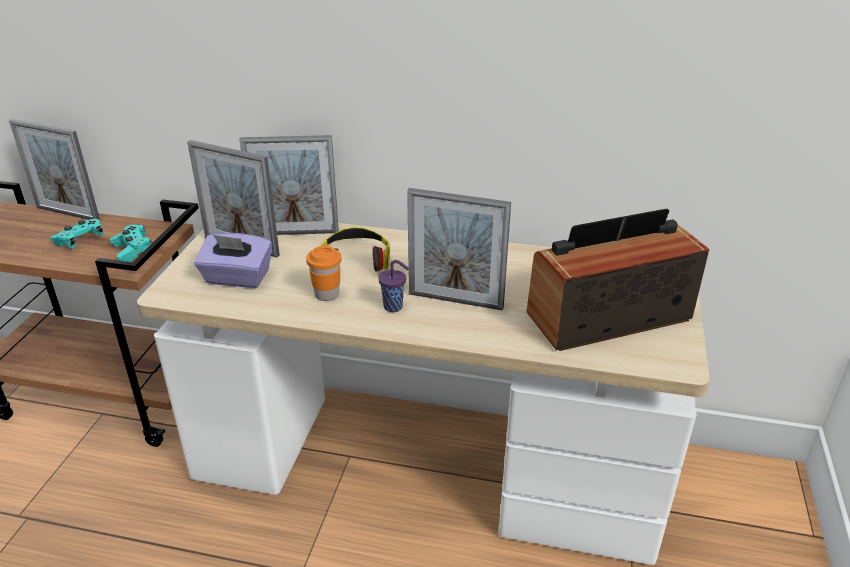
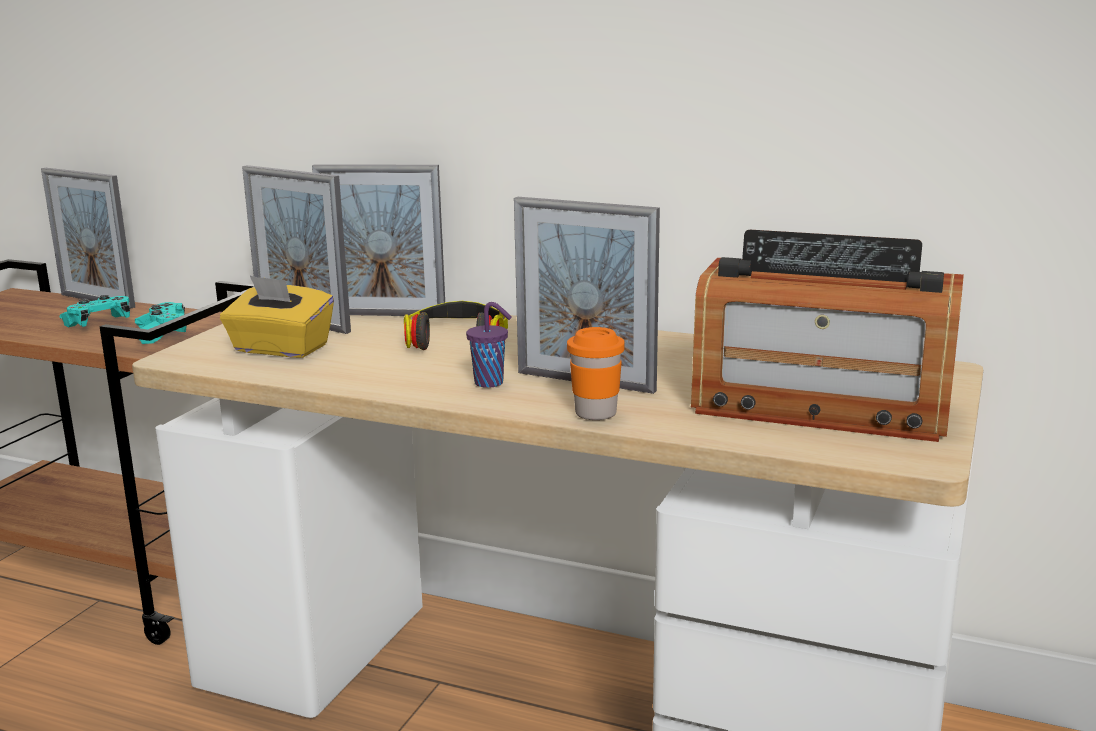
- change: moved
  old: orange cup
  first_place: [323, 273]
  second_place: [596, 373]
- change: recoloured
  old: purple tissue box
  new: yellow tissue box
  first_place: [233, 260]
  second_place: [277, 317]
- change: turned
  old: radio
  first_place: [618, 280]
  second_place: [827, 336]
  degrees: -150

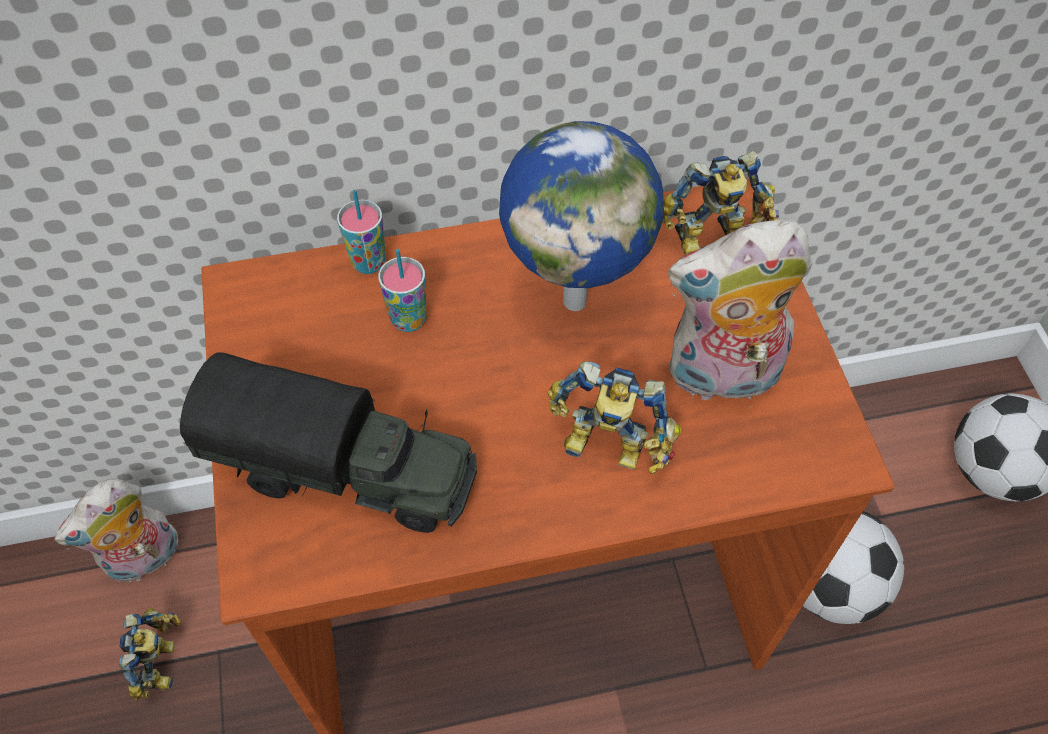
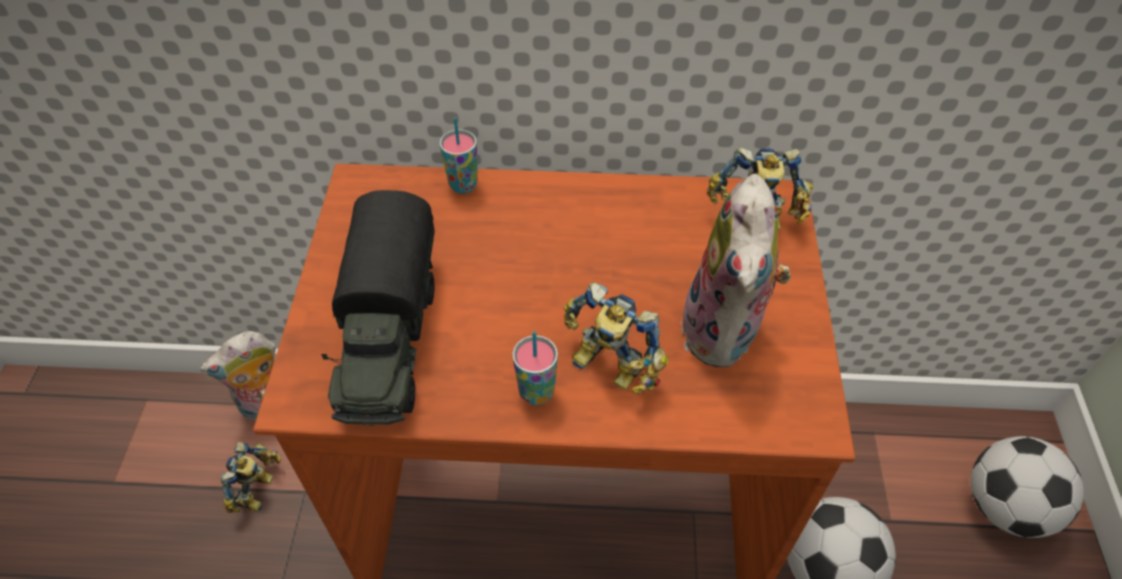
- change: removed
  old: globe
  first_place: [581, 216]
- change: moved
  old: cup
  first_place: [402, 290]
  second_place: [535, 368]
- change: turned
  old: toy truck
  first_place: [328, 442]
  second_place: [378, 308]
  degrees: 60
- change: turned
  old: plush toy
  first_place: [740, 313]
  second_place: [736, 270]
  degrees: -90

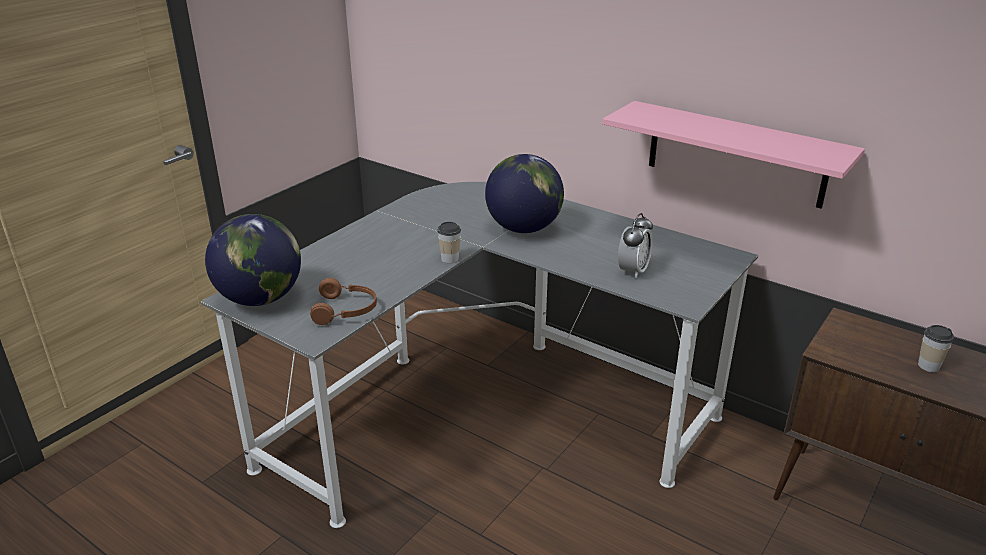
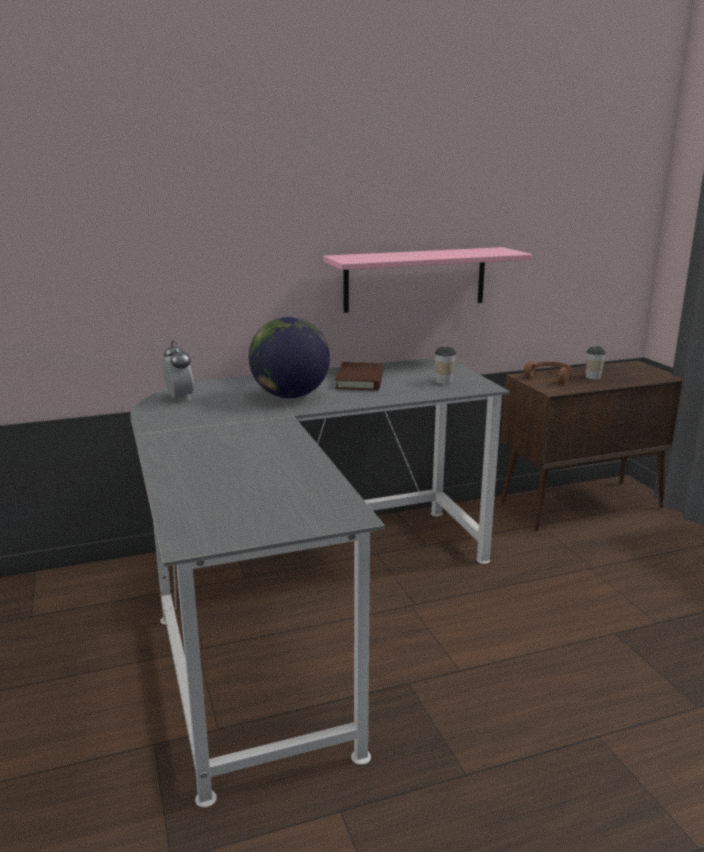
- change: removed
  old: globe
  first_place: [253, 260]
- change: added
  new: brown book
  second_place: [359, 376]
- change: moved
  old: brown headphones
  first_place: [343, 301]
  second_place: [547, 373]
- change: moved
  old: cup
  first_place: [449, 242]
  second_place: [445, 365]
- change: moved
  old: alarm clock
  first_place: [635, 246]
  second_place: [178, 370]

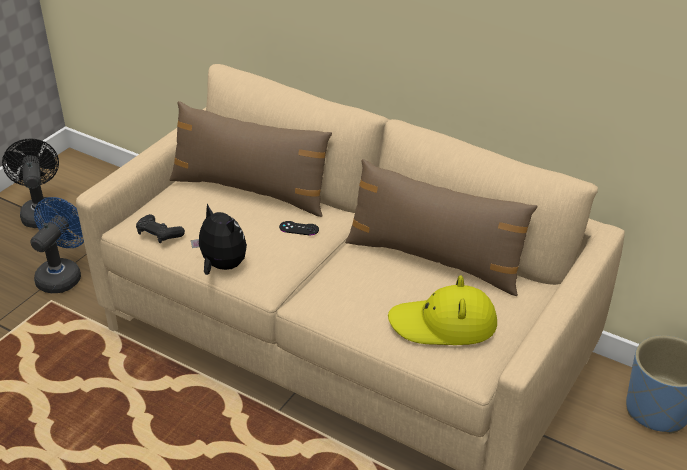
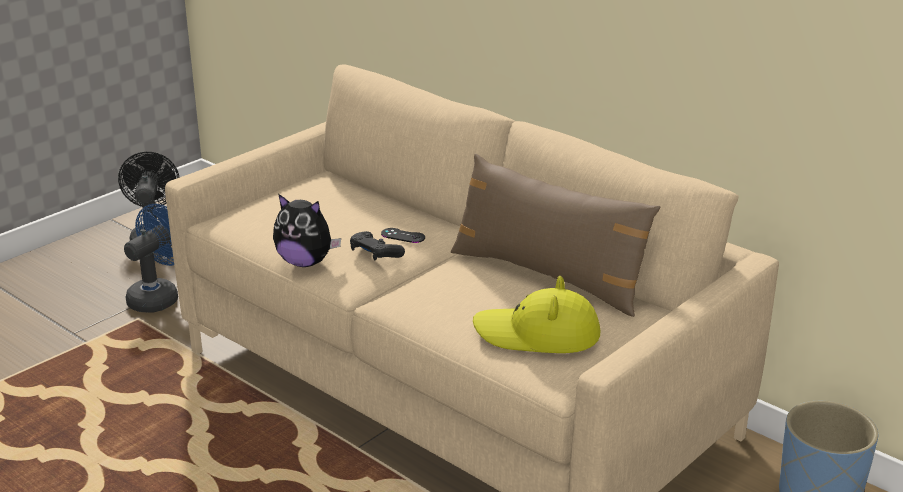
- change: removed
  old: brown pillow
  first_place: [251, 159]
- change: moved
  old: black game controller
  first_place: [160, 228]
  second_place: [377, 246]
- change: turned
  old: plush toy
  first_place: [218, 239]
  second_place: [307, 230]
  degrees: 150

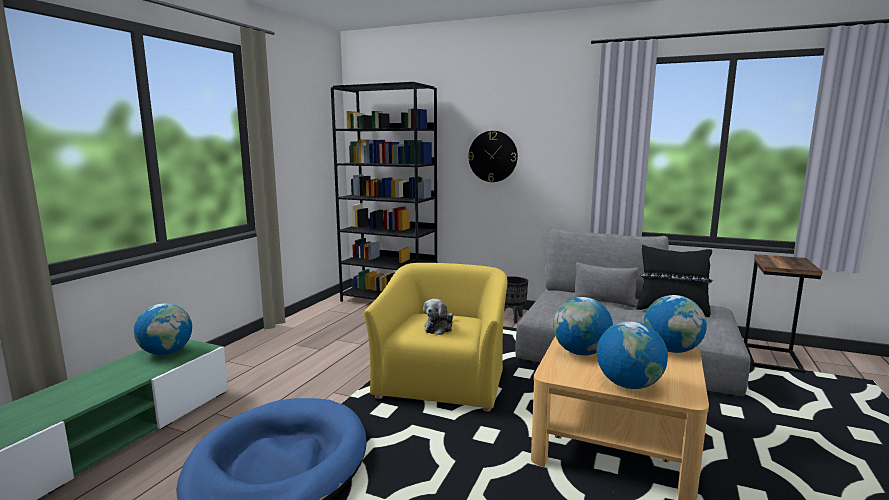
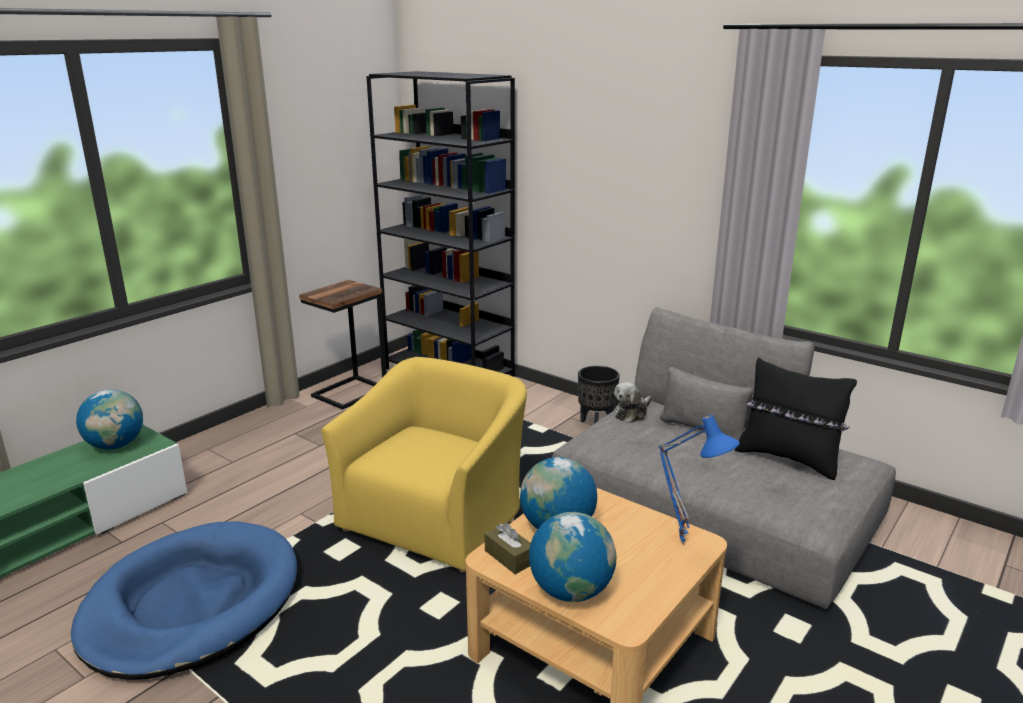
- change: removed
  old: wall clock
  first_place: [493, 156]
- change: added
  new: brown tissue box
  second_place: [508, 548]
- change: moved
  old: plush toy
  first_place: [438, 317]
  second_place: [632, 402]
- change: moved
  old: side table
  first_place: [783, 313]
  second_place: [343, 345]
- change: replaced
  old: globe
  new: blue table lamp
  first_place: [675, 324]
  second_place: [699, 480]

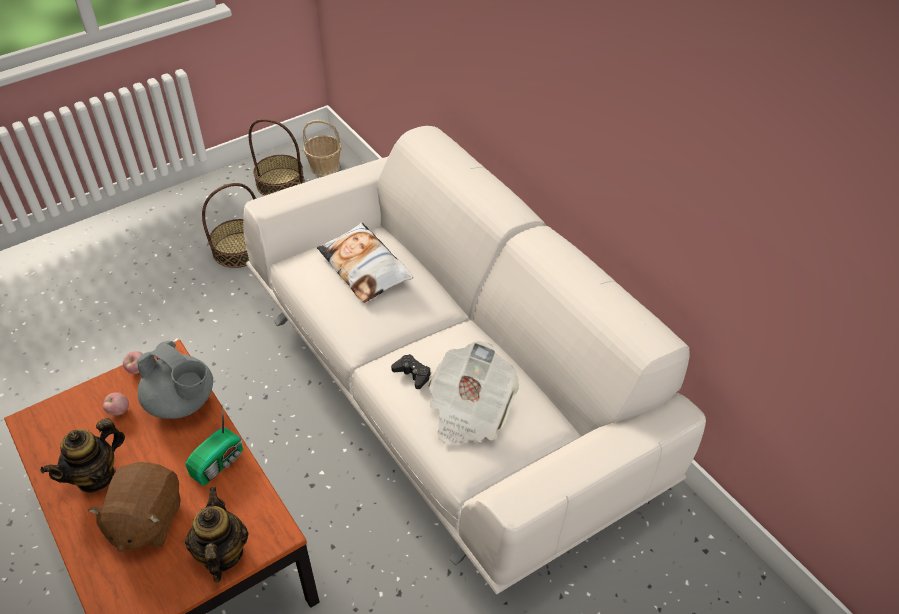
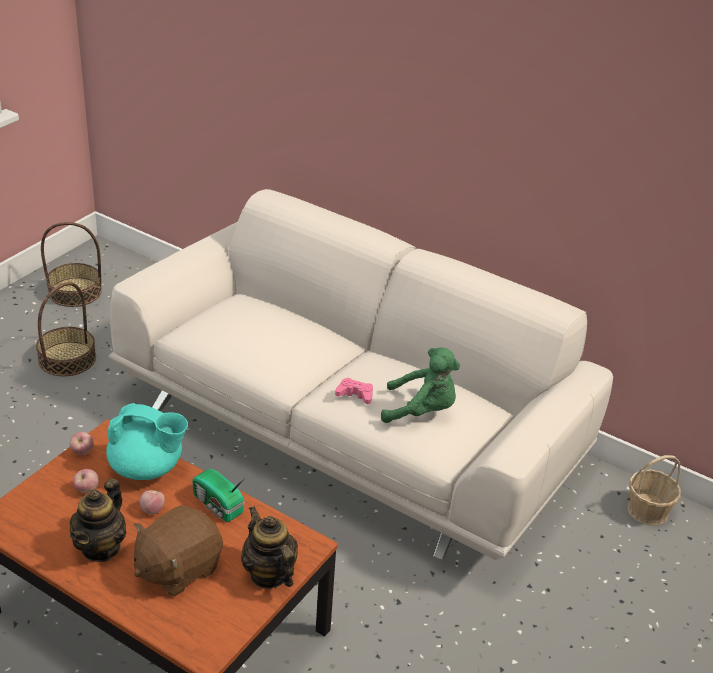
- change: removed
  old: pillow
  first_place: [365, 262]
- change: added
  new: apple
  second_place: [152, 502]
- change: moved
  old: basket
  first_place: [322, 148]
  second_place: [654, 490]
- change: replaced
  old: newspaper
  new: green plush toy
  first_place: [474, 392]
  second_place: [420, 385]
- change: recoloured
  old: grey teapot
  new: turquoise teapot
  first_place: [175, 380]
  second_place: [147, 441]
- change: recoloured
  old: black game controller
  new: pink game controller
  first_place: [411, 371]
  second_place: [354, 391]
- change: turned
  old: brown plush toy
  first_place: [134, 507]
  second_place: [178, 551]
  degrees: 60
- change: turned
  old: radio
  first_place: [214, 448]
  second_place: [219, 495]
  degrees: 120

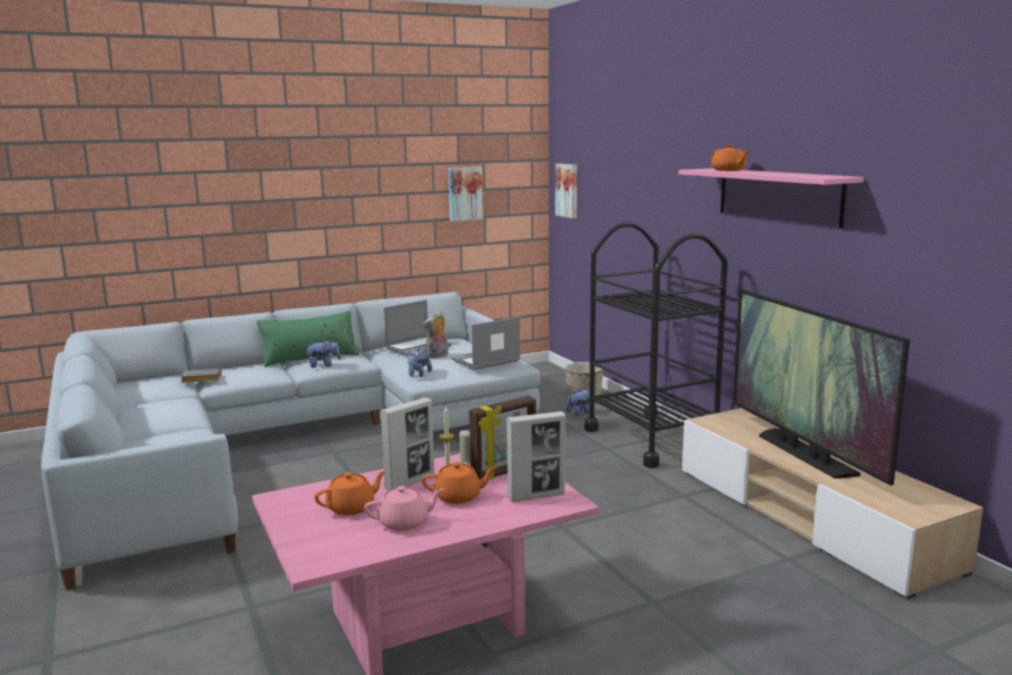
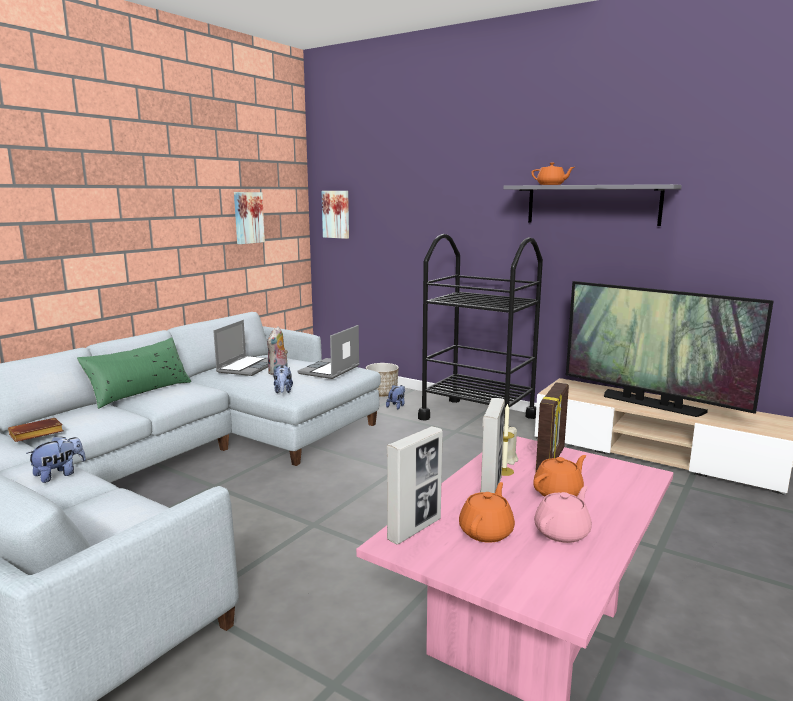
- change: moved
  old: plush toy
  first_place: [322, 353]
  second_place: [56, 459]
- change: moved
  old: picture frame
  first_place: [536, 456]
  second_place: [415, 485]
- change: recoloured
  old: grey book
  new: brown book
  first_place: [201, 376]
  second_place: [35, 430]
- change: recoloured
  old: pink shelf
  new: grey shelf
  first_place: [771, 198]
  second_place: [592, 205]

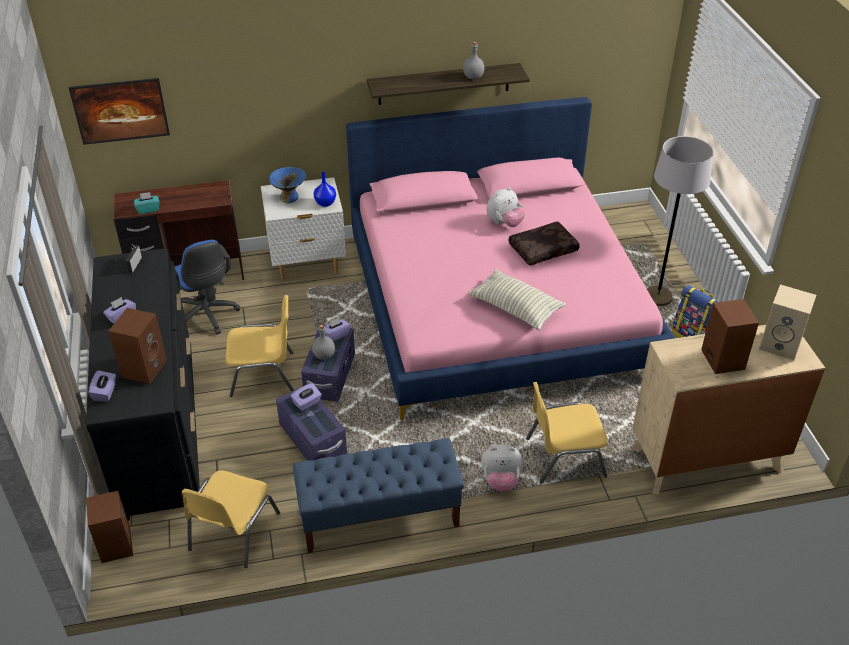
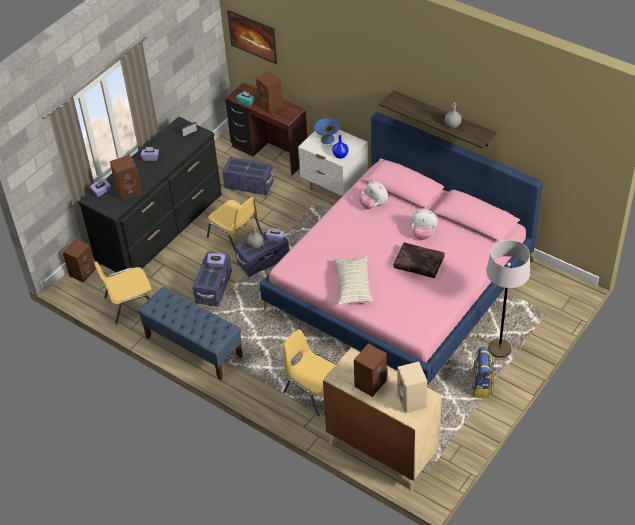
- change: added
  new: brown speaker
  second_place: [269, 92]
- change: moved
  old: plush toy
  first_place: [501, 467]
  second_place: [373, 194]
- change: replaced
  old: blue office chair
  new: purple storage box
  first_place: [207, 287]
  second_place: [248, 176]

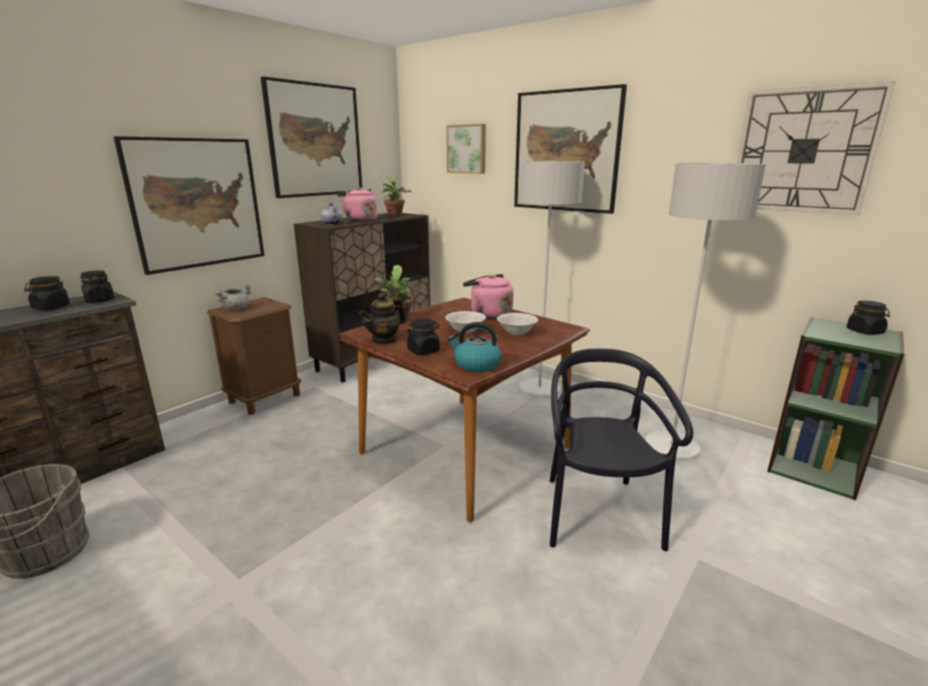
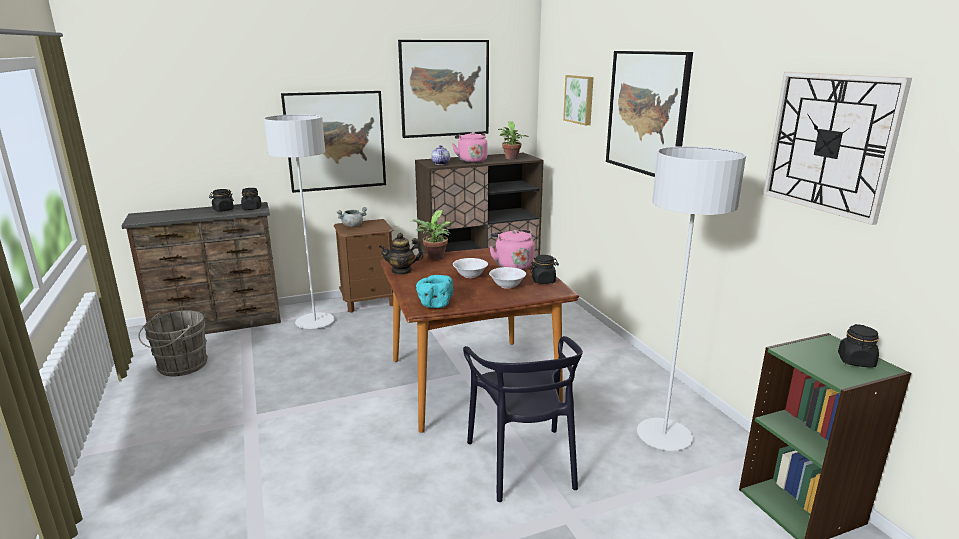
- change: moved
  old: black jar
  first_place: [423, 336]
  second_place: [544, 269]
- change: moved
  old: grey floor lamp
  first_place: [552, 278]
  second_place: [299, 221]
- change: replaced
  old: kettle
  new: turquoise bowl
  first_place: [474, 347]
  second_place: [434, 291]
- change: turned
  old: black chair
  first_place: [621, 450]
  second_place: [523, 419]
  degrees: 135

